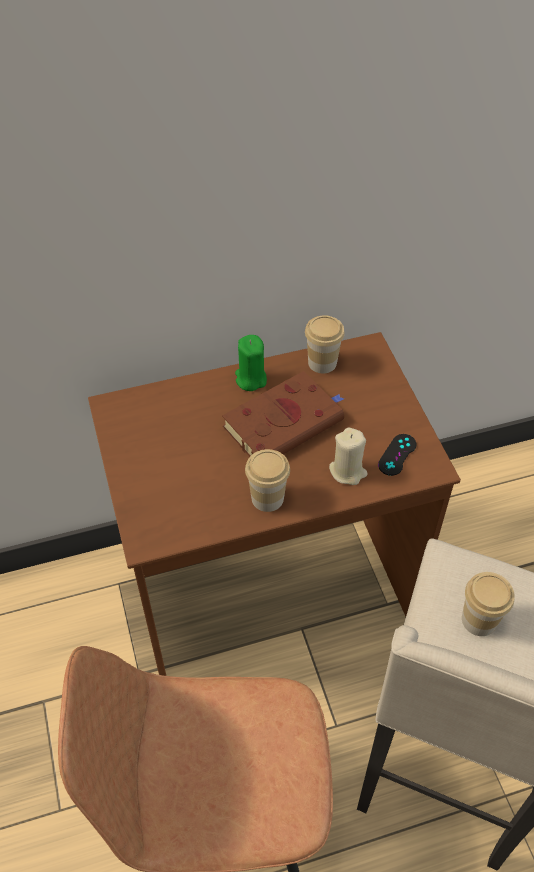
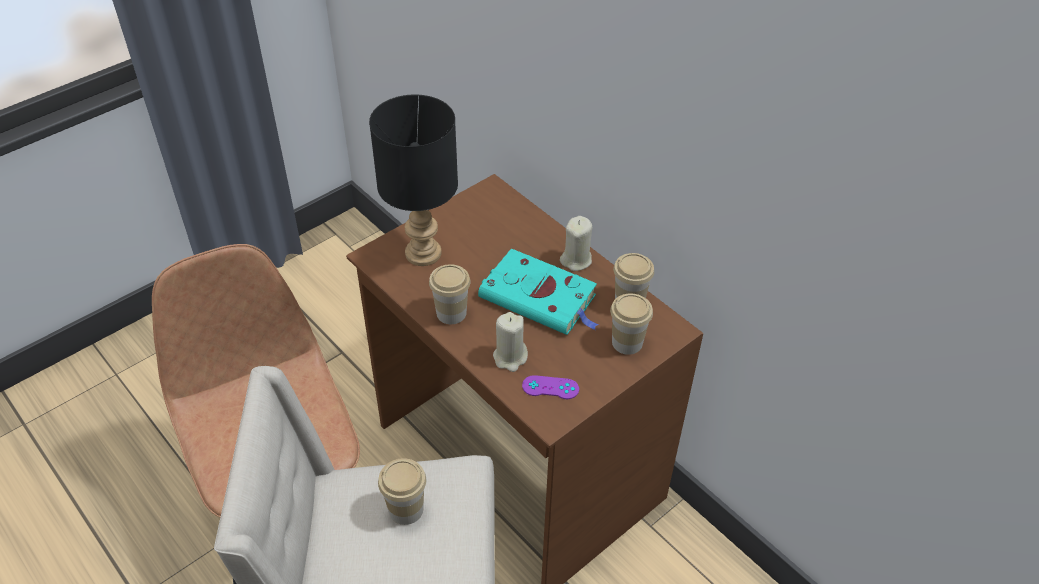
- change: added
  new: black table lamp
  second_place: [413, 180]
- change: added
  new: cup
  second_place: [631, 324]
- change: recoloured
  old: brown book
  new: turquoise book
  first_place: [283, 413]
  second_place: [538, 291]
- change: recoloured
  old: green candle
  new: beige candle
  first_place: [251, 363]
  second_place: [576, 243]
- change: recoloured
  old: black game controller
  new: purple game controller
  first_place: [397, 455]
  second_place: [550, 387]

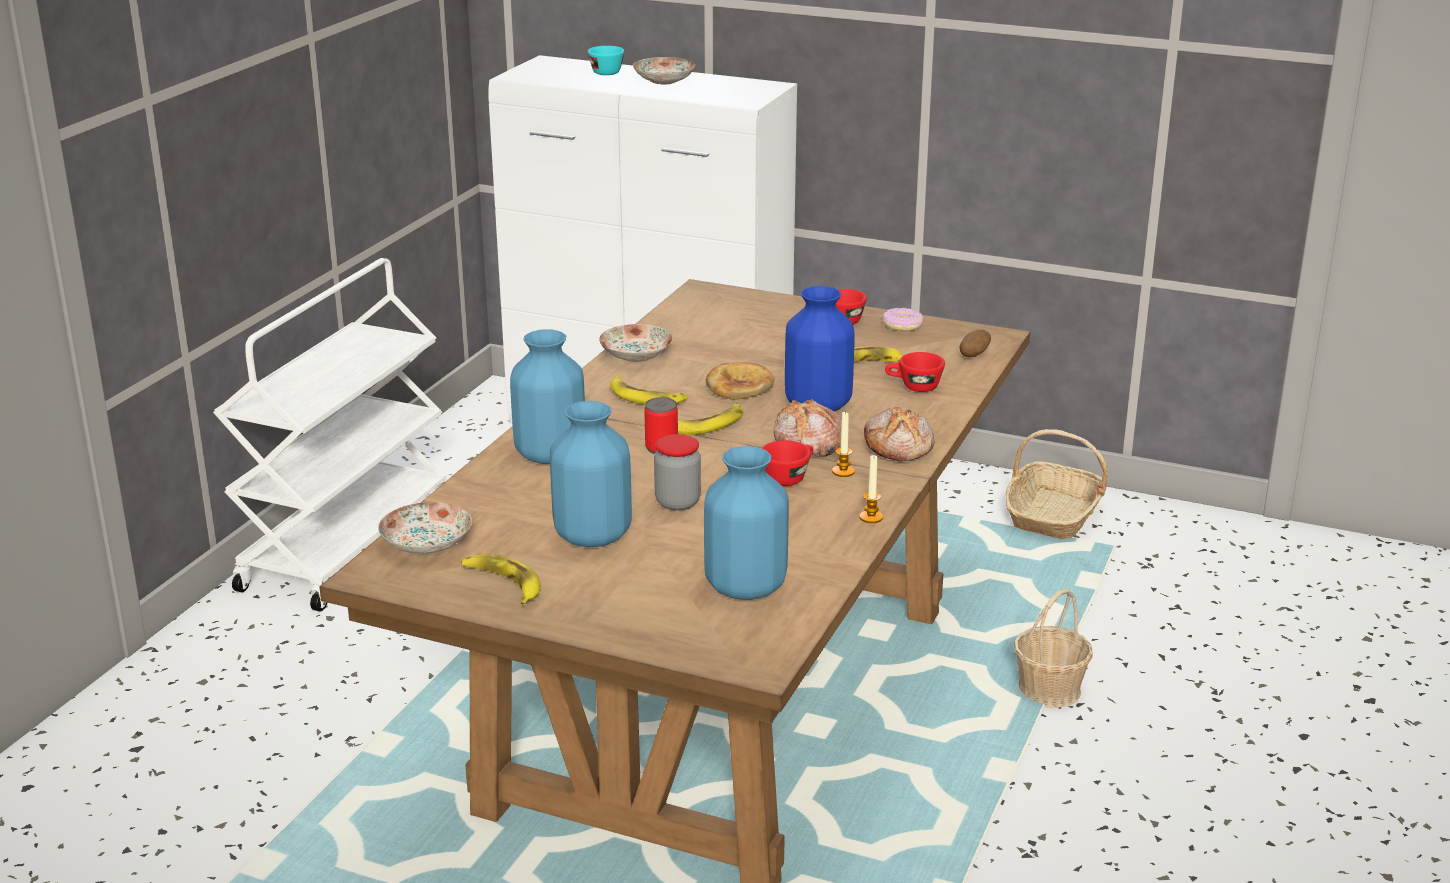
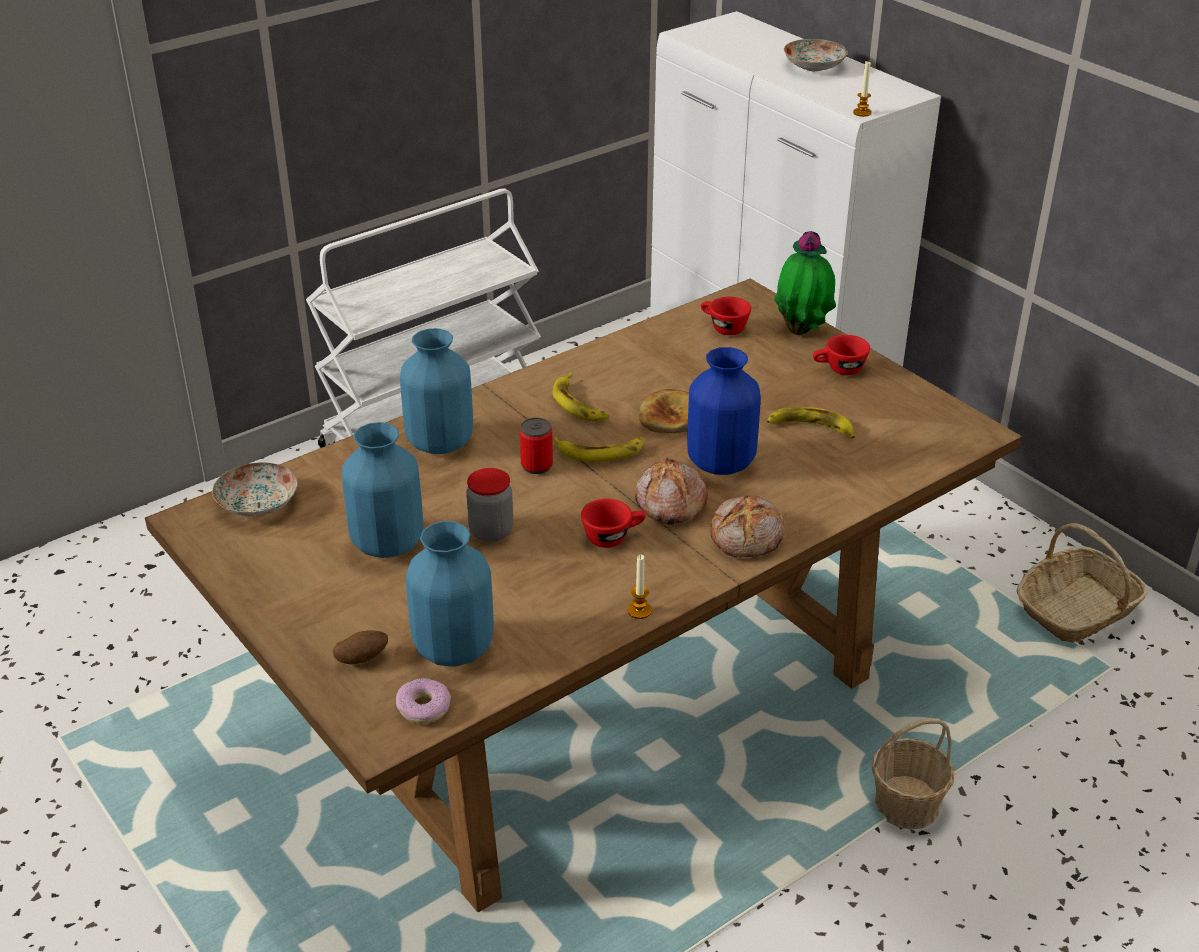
- change: removed
  old: banana
  first_place: [501, 579]
- change: removed
  old: turquoise cup
  first_place: [606, 60]
- change: removed
  old: plate
  first_place: [636, 343]
- change: added
  new: potted plant
  second_place: [805, 283]
- change: moved
  old: candle
  first_place: [843, 444]
  second_place: [862, 89]
- change: moved
  old: donut
  first_place: [903, 319]
  second_place: [423, 701]
- change: moved
  old: red cup
  first_place: [915, 372]
  second_place: [726, 316]
- change: moved
  old: potato
  first_place: [975, 343]
  second_place: [360, 647]

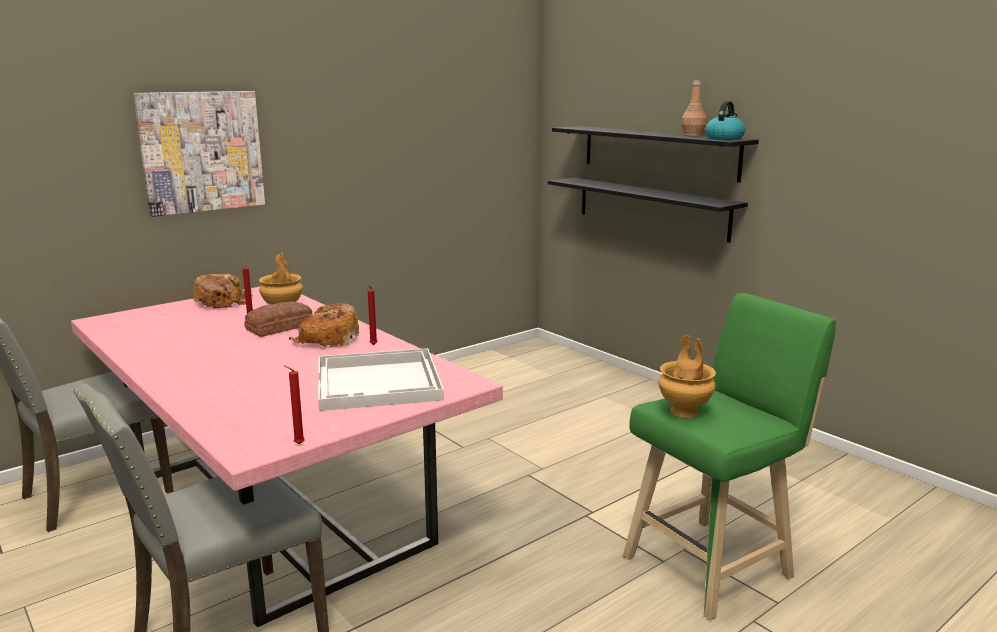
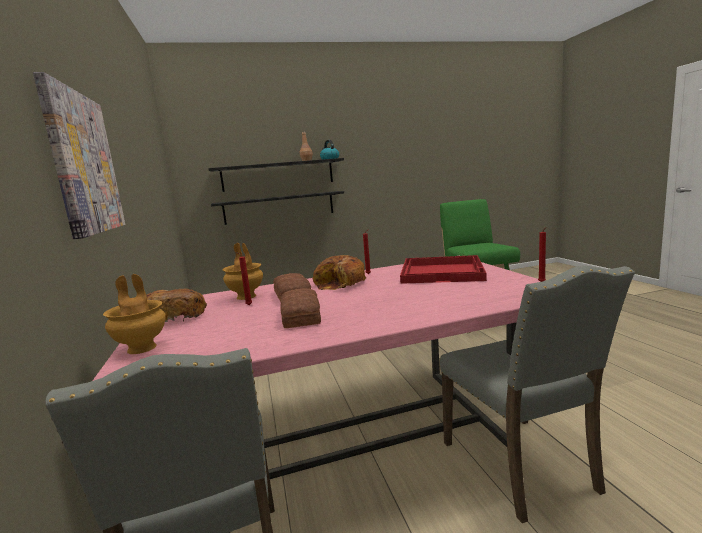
- change: added
  new: bread
  second_place: [300, 308]
- change: moved
  old: brown vase
  first_place: [687, 376]
  second_place: [134, 314]
- change: recoloured
  old: white tray
  new: red tray
  first_place: [381, 379]
  second_place: [443, 269]

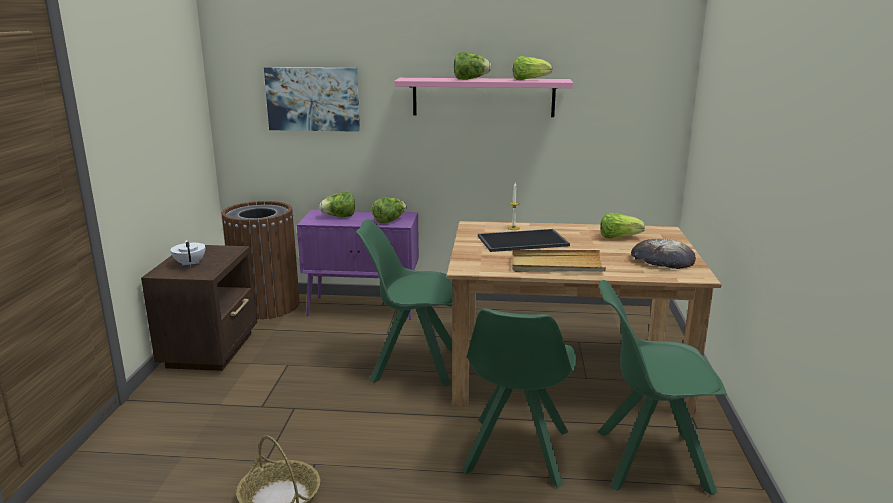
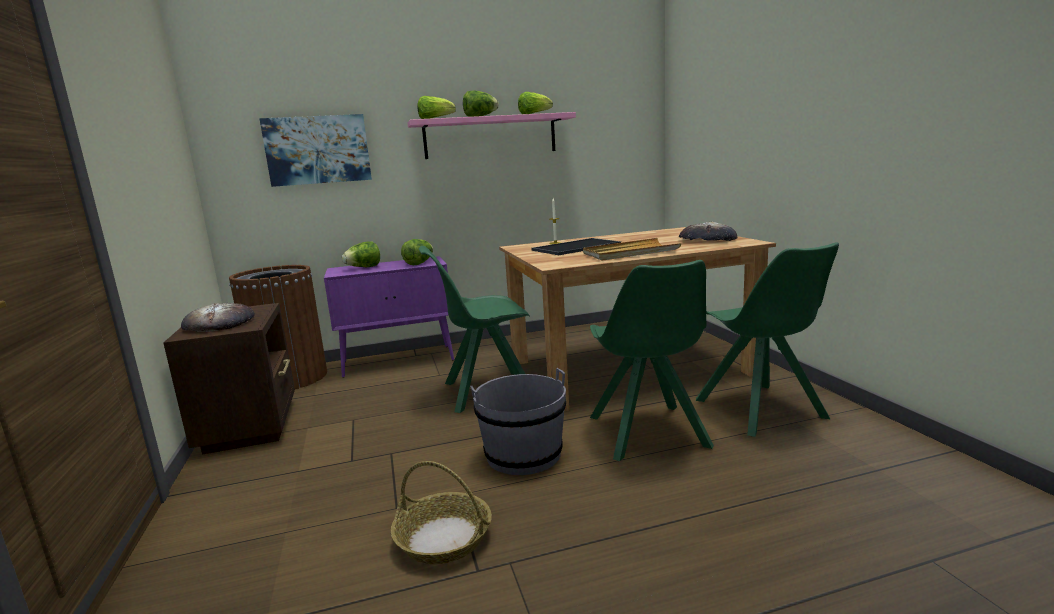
- change: added
  new: grey bucket
  second_place: [518, 421]
- change: moved
  old: lettuce
  first_place: [622, 225]
  second_place: [436, 107]
- change: replaced
  old: white teapot
  new: bread
  first_place: [187, 253]
  second_place: [218, 317]
- change: turned
  old: green chair
  first_place: [662, 388]
  second_place: [767, 339]
  degrees: -90

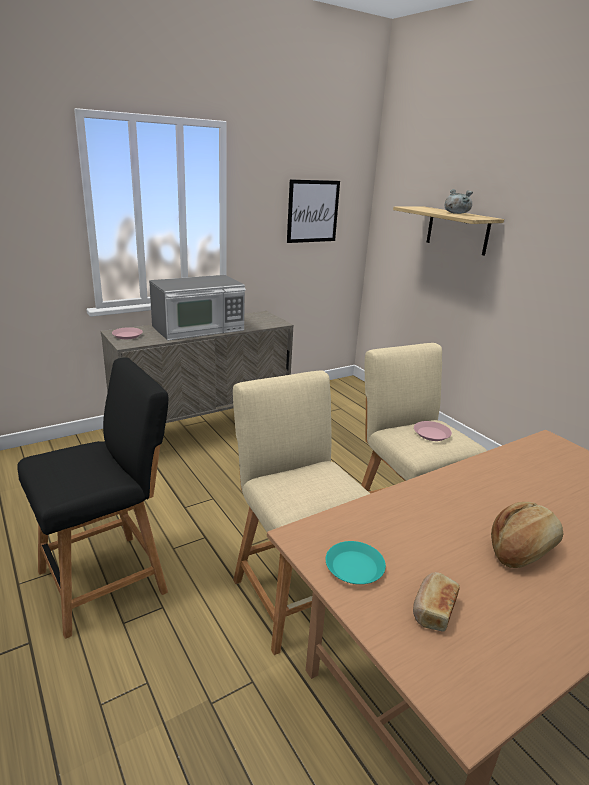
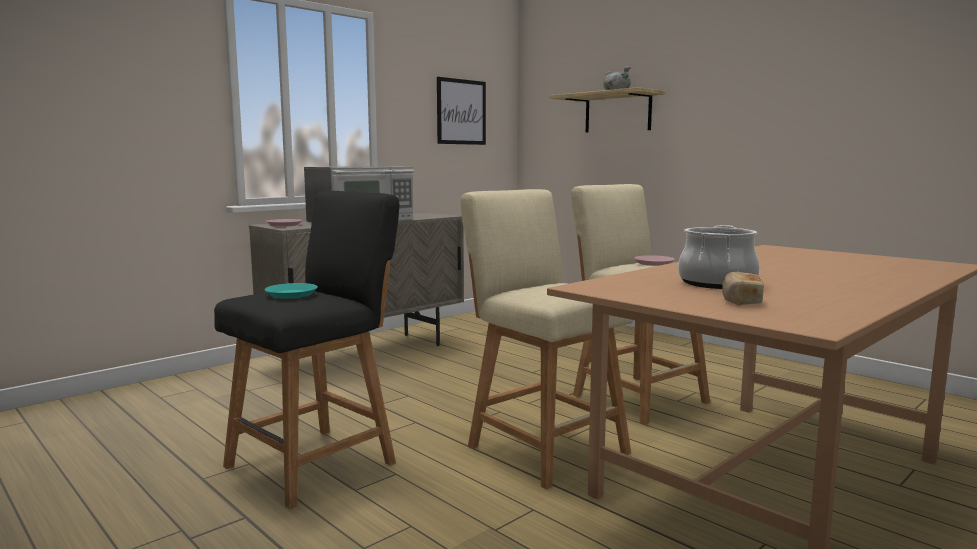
- change: removed
  old: bread
  first_place: [527, 535]
- change: added
  new: cooking pot
  second_place: [719, 257]
- change: moved
  old: turquoise plate
  first_place: [356, 562]
  second_place: [291, 290]

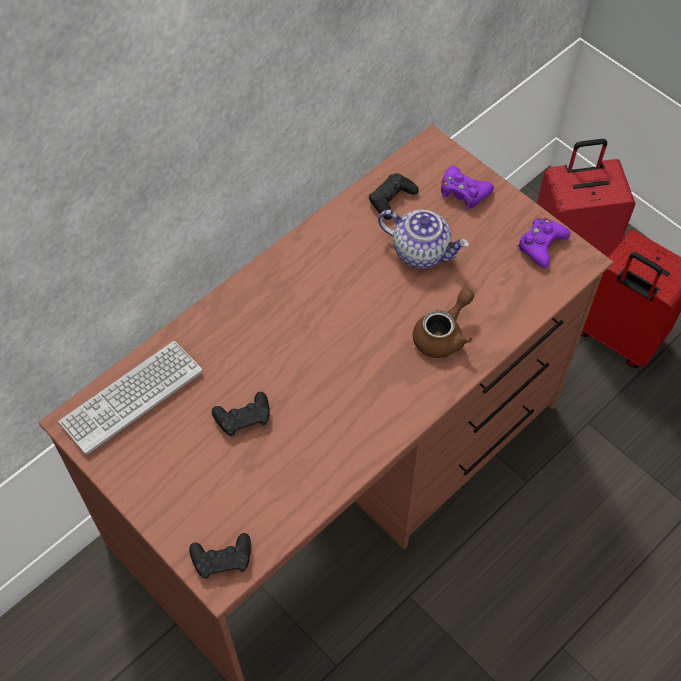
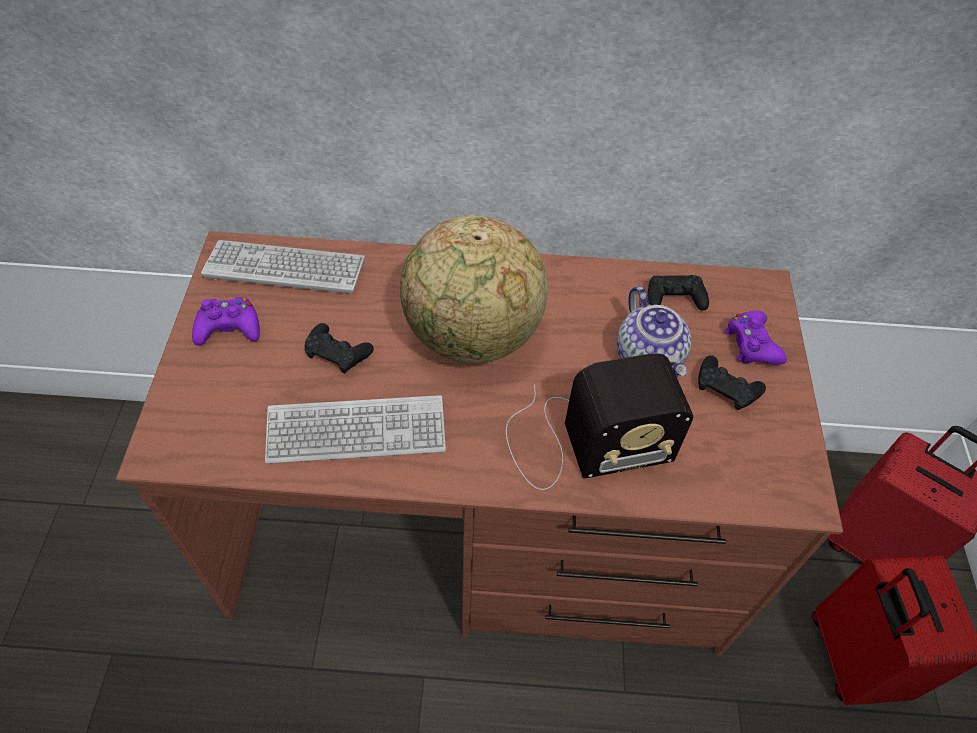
- change: added
  new: keyboard
  second_place: [355, 429]
- change: added
  new: globe
  second_place: [474, 289]
- change: moved
  old: black game controller
  first_place: [220, 556]
  second_place: [732, 382]
- change: moved
  old: purple game controller
  first_place: [544, 242]
  second_place: [226, 321]
- change: replaced
  old: brown teapot
  new: radio
  first_place: [444, 323]
  second_place: [599, 421]

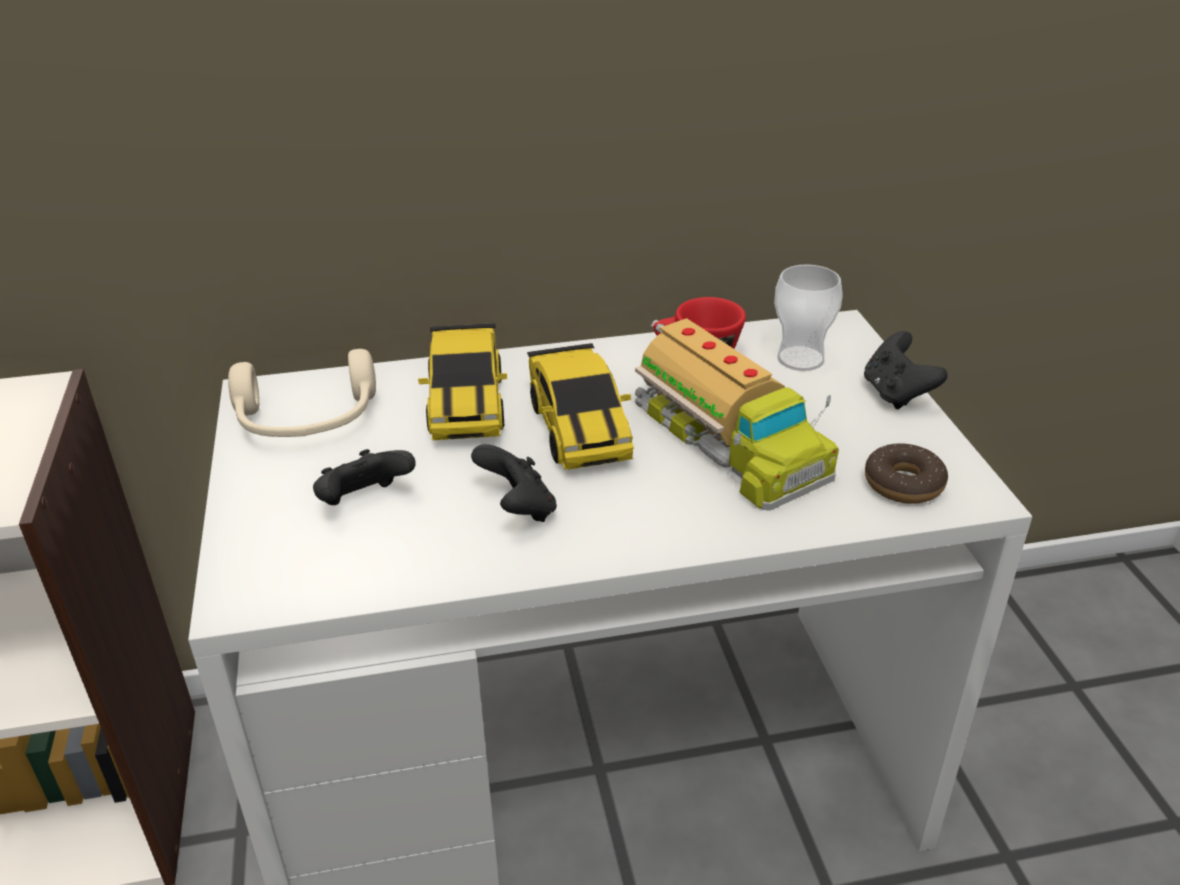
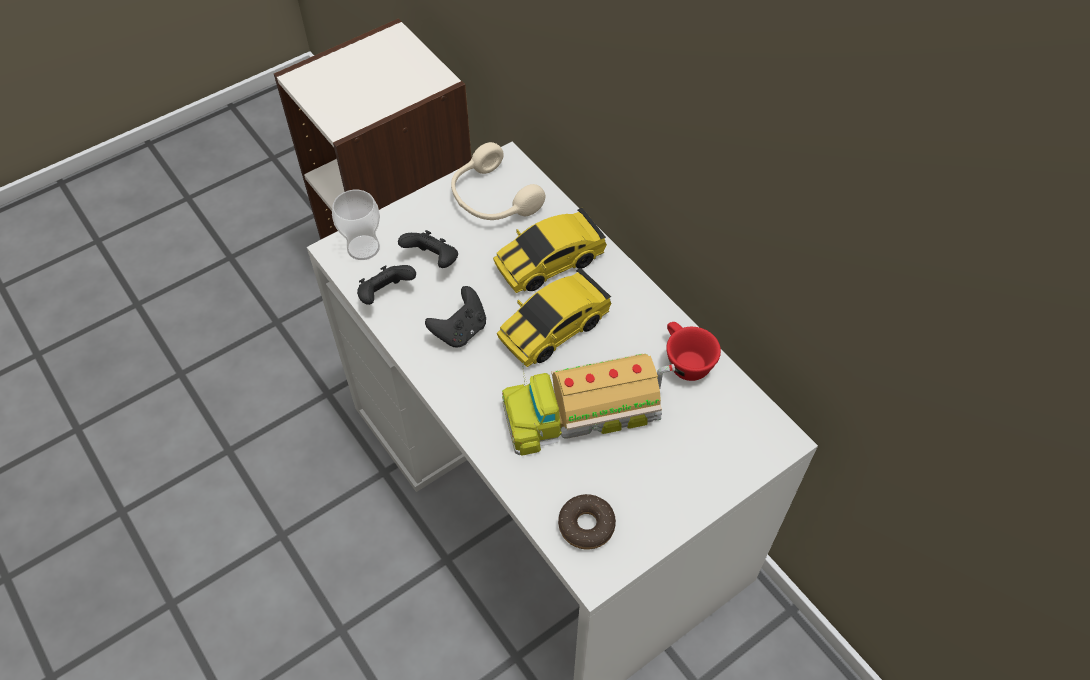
- change: moved
  old: cup
  first_place: [808, 317]
  second_place: [356, 225]
- change: moved
  old: black game controller
  first_place: [906, 370]
  second_place: [386, 285]
- change: turned
  old: toy truck
  first_place: [737, 414]
  second_place: [588, 404]
  degrees: 45

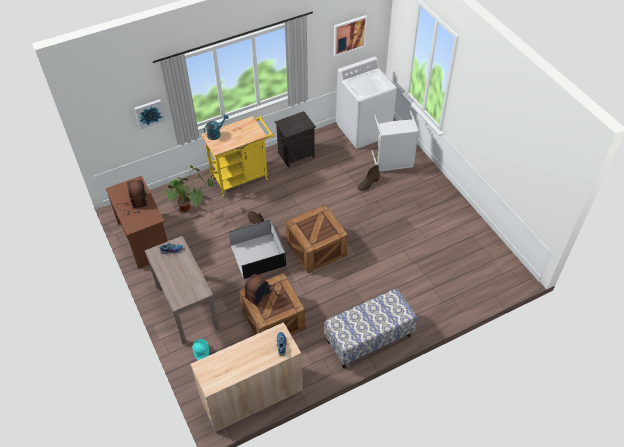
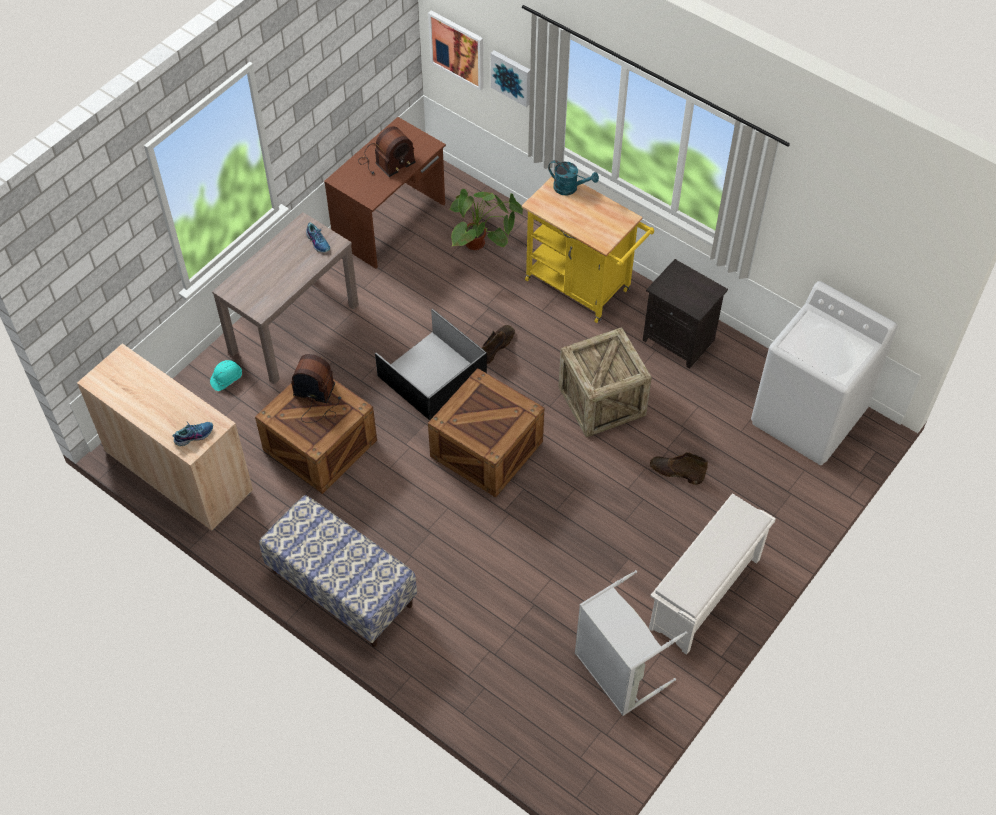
- change: added
  new: crate
  second_place: [605, 382]
- change: added
  new: white shoe rack
  second_place: [712, 574]
- change: moved
  old: picture
  first_place: [350, 36]
  second_place: [456, 50]
- change: moved
  old: grey laundry basket
  first_place: [395, 141]
  second_place: [631, 643]

